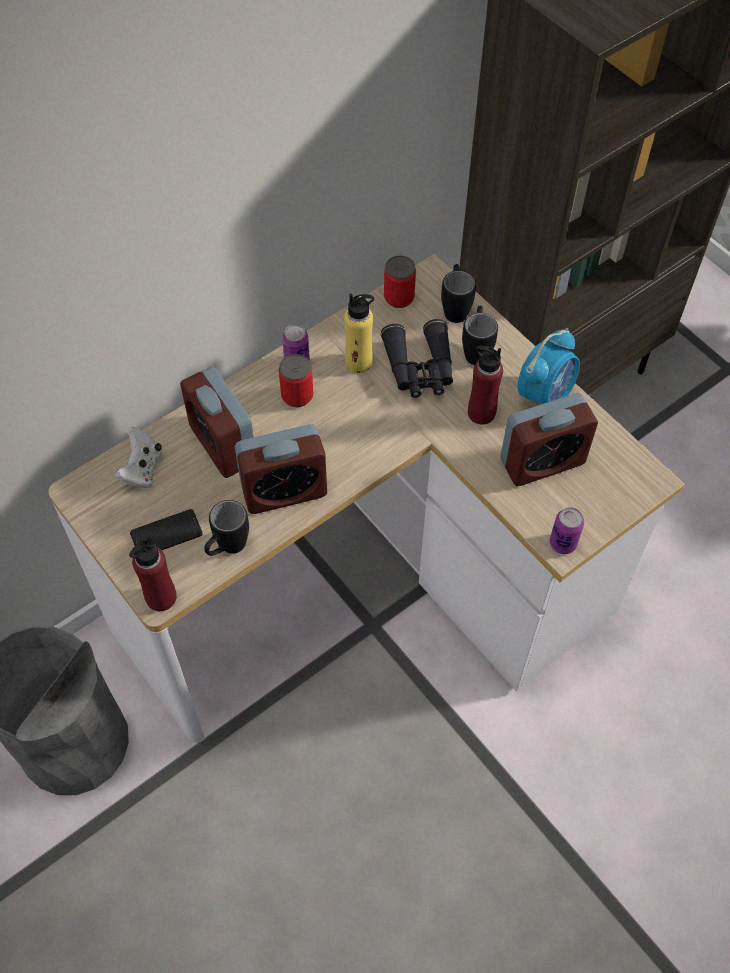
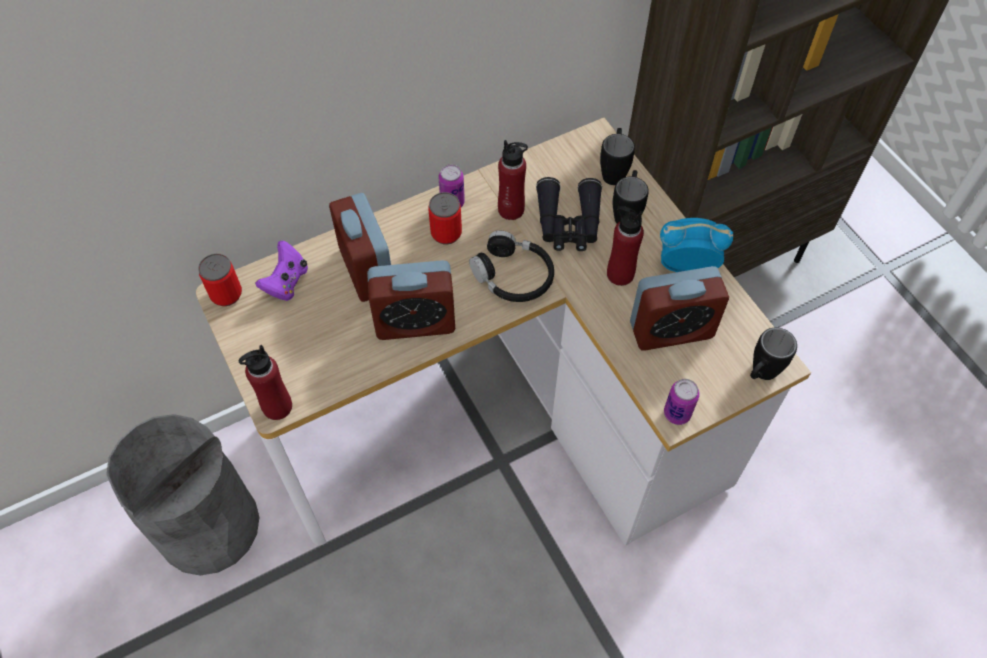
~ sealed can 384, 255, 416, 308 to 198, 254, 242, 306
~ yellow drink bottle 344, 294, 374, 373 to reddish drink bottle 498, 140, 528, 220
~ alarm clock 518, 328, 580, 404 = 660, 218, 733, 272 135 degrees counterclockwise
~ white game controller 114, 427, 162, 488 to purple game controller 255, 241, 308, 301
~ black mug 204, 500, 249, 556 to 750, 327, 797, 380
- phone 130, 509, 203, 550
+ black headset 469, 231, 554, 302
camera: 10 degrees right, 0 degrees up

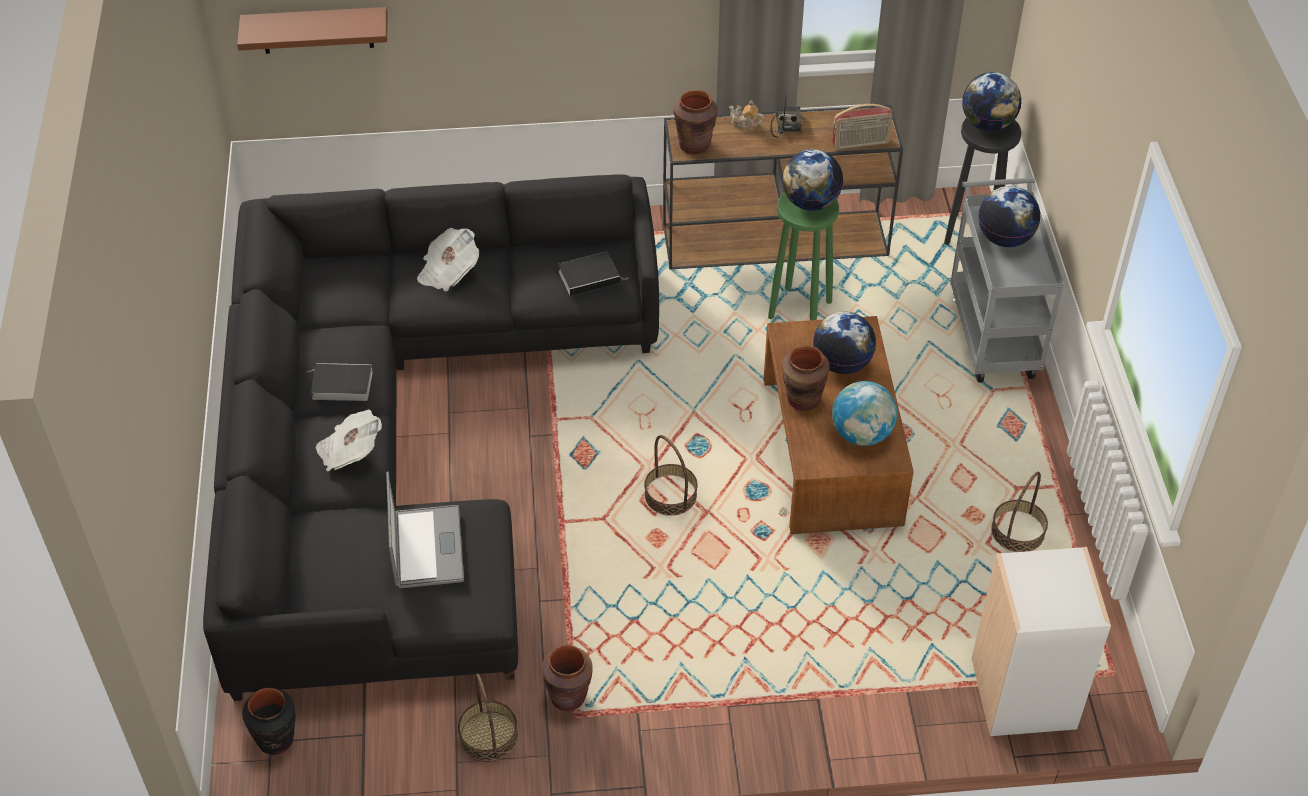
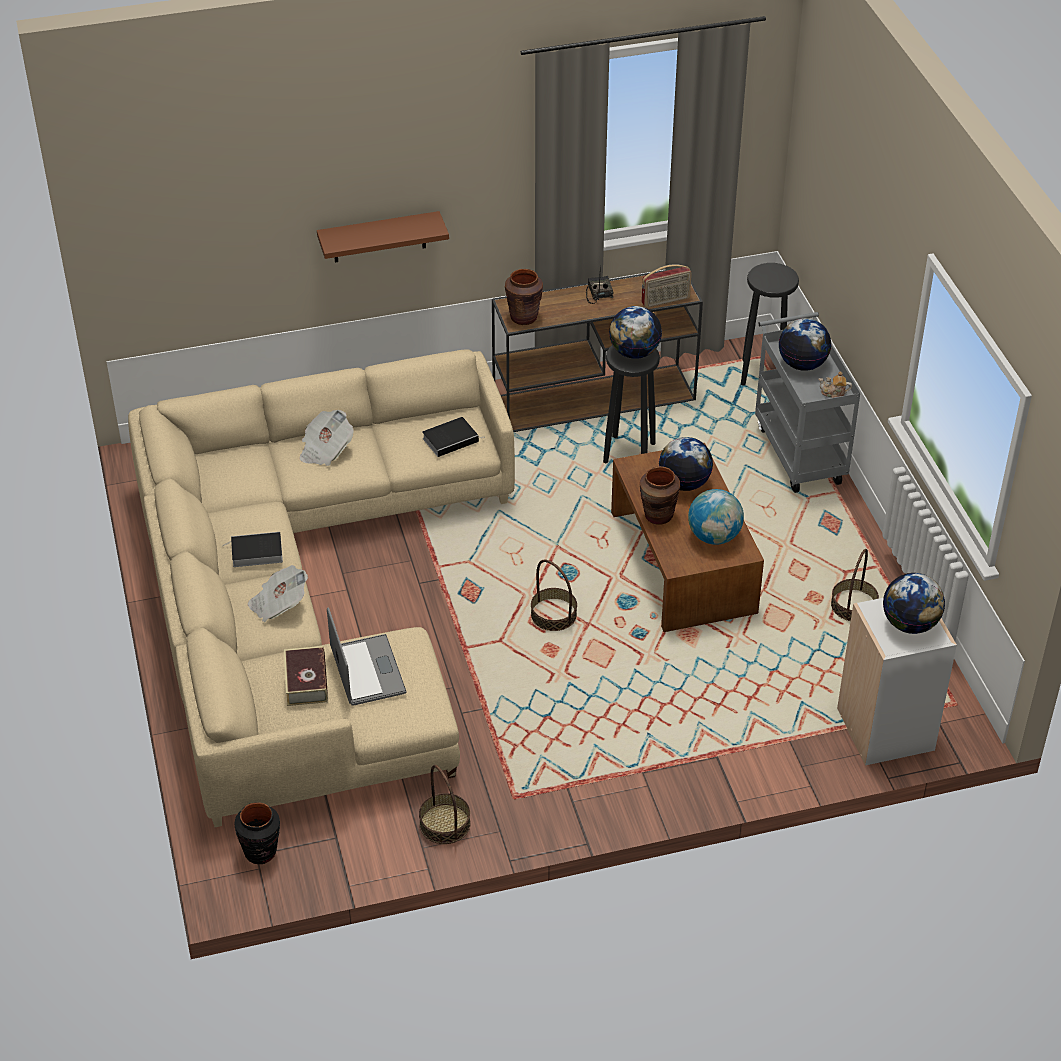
~ brownish wall shelf 237, 7, 388, 54 to 317, 211, 449, 262
~ desk globe 962, 72, 1021, 131 to 883, 573, 945, 634
~ pot for tea 729, 100, 764, 131 to 819, 371, 852, 398
~ black couch 203, 174, 659, 701 to sand-coloured couch 128, 349, 515, 827
~ greenish stool 768, 192, 839, 320 to black stool 603, 345, 660, 463
- brownish vase 542, 645, 593, 711
+ book 284, 646, 328, 706
camera: 10 degrees left, 5 degrees down

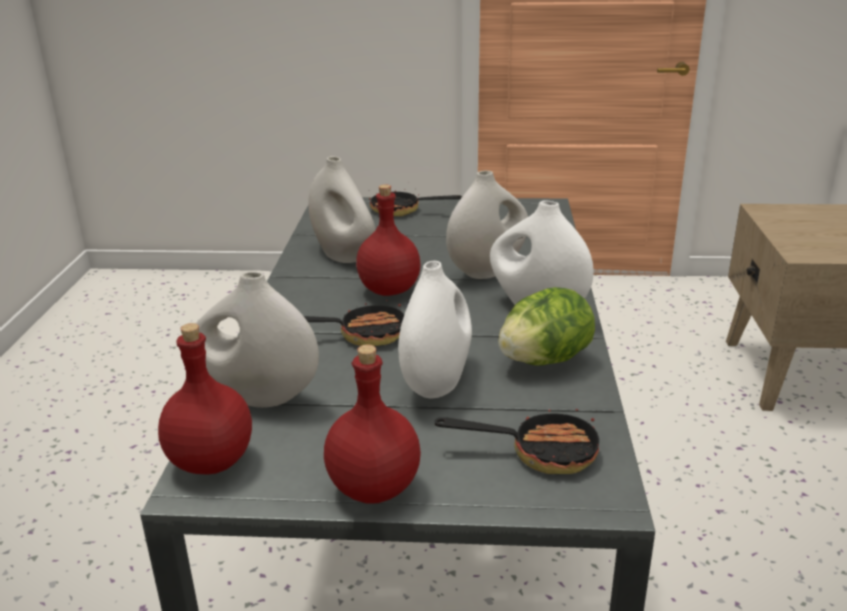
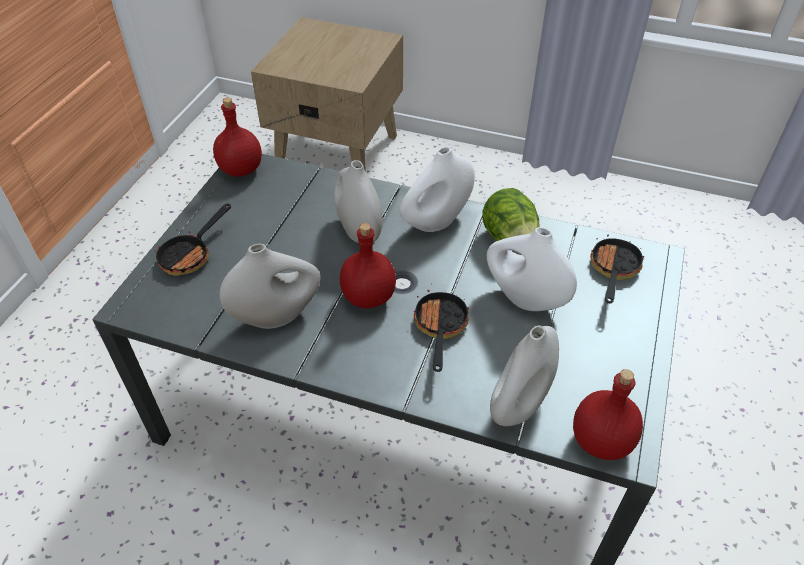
~ reddish drink bottle 324, 345, 421, 504 to 213, 98, 262, 177
camera: 75 degrees left, 20 degrees up

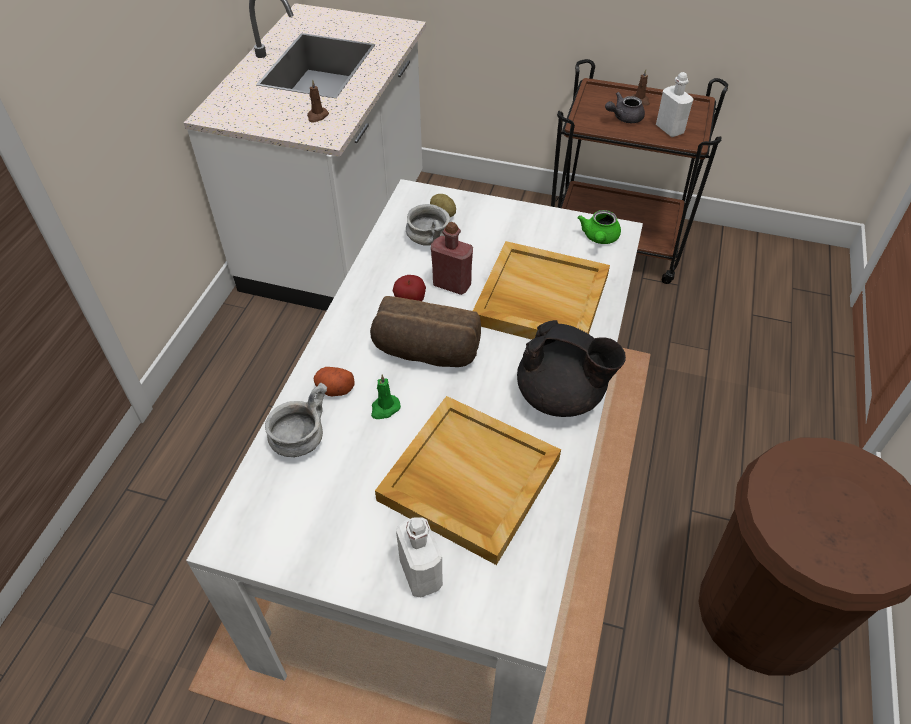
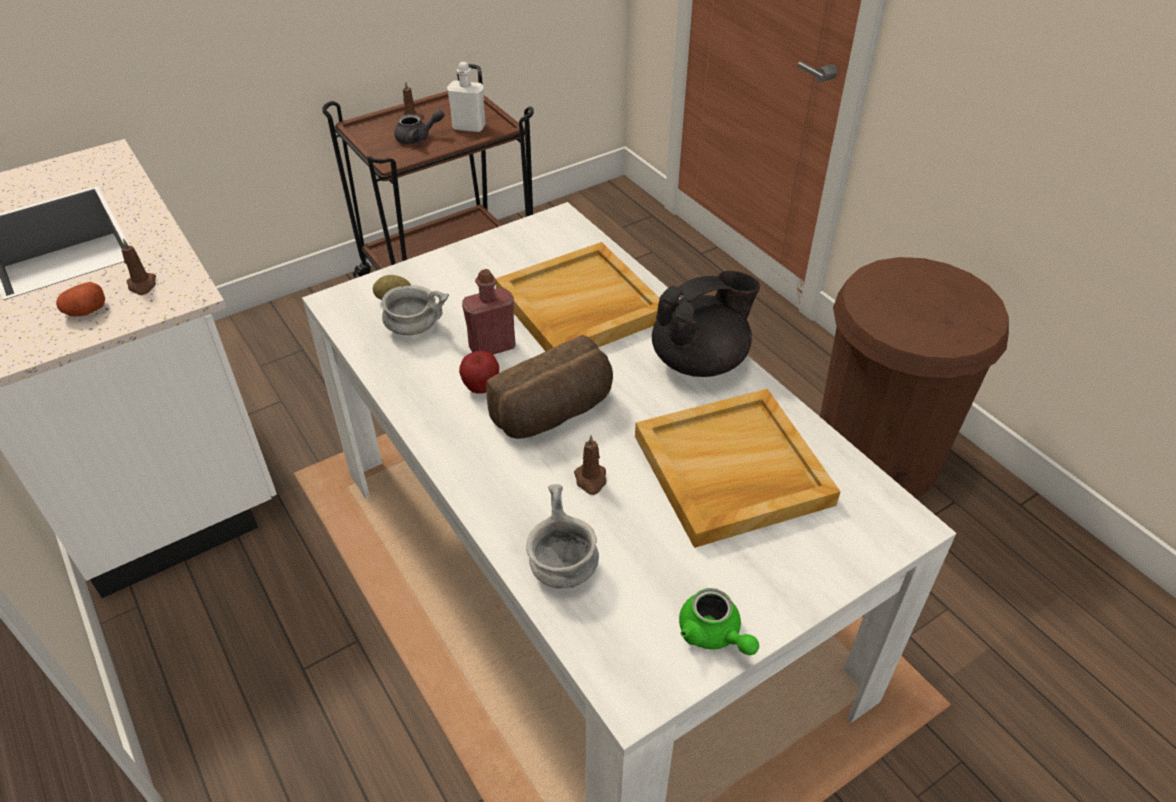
~ gray pot for tea 605, 92, 645, 123 = 394, 109, 445, 144 120 degrees counterclockwise
~ greenish pot for tea 577, 210, 621, 244 to 679, 588, 759, 655
~ potato 314, 367, 355, 396 to 56, 282, 105, 317
~ greenish candle 371, 375, 401, 419 to brownish candle 574, 435, 607, 495
- white drink bottle 396, 517, 443, 597
camera: 50 degrees left, 5 degrees down

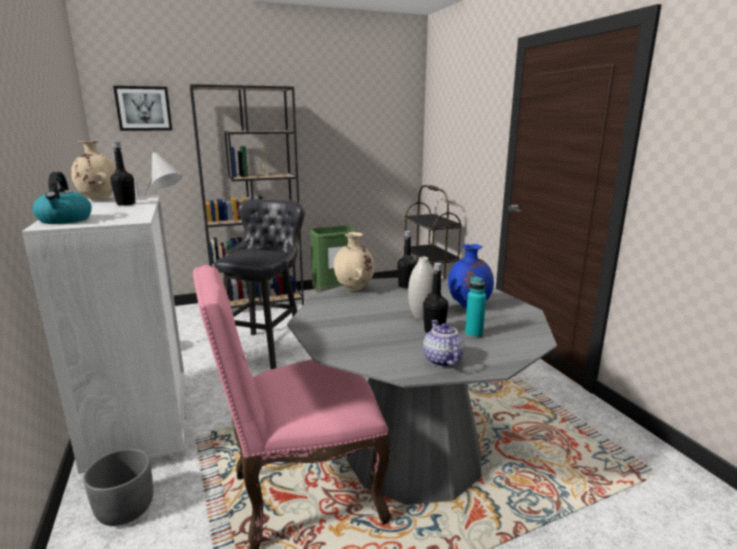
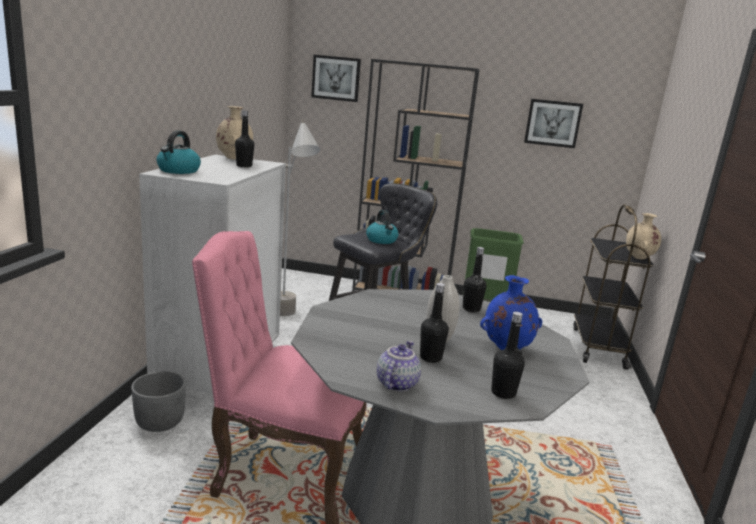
~ sand-coloured vase 334, 232, 374, 291 to 626, 213, 661, 259
- turquoise-coloured drink bottle 465, 276, 486, 338
+ wall art 524, 99, 583, 148
+ kettle 366, 210, 399, 244
+ black drink bottle 491, 312, 525, 399
camera: 30 degrees right, 0 degrees up

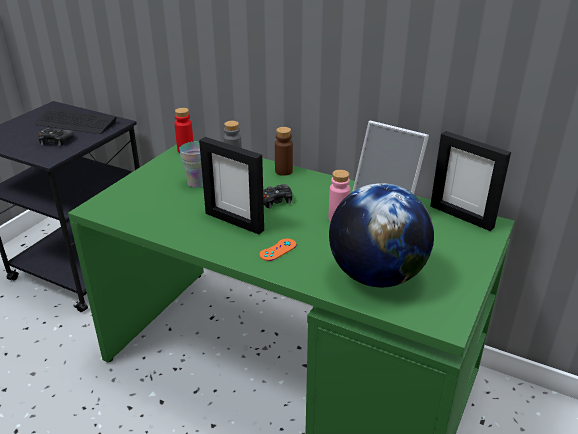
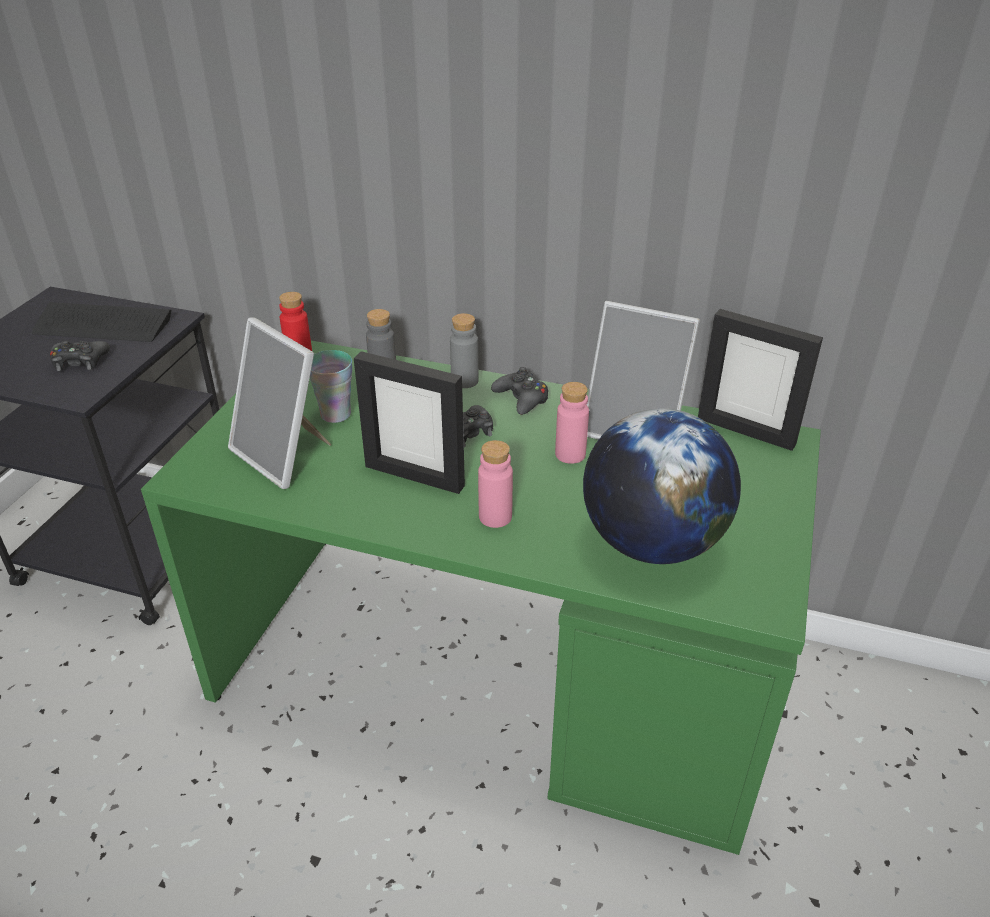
~ brownish drink bottle 275, 127, 293, 176 to gray drink bottle 450, 313, 479, 388
~ orange game controller 259, 239, 296, 261 to pink-coloured drink bottle 478, 440, 513, 528
+ picture frame 228, 317, 331, 489
+ black game controller 491, 367, 548, 415
camera: 10 degrees left, 5 degrees up

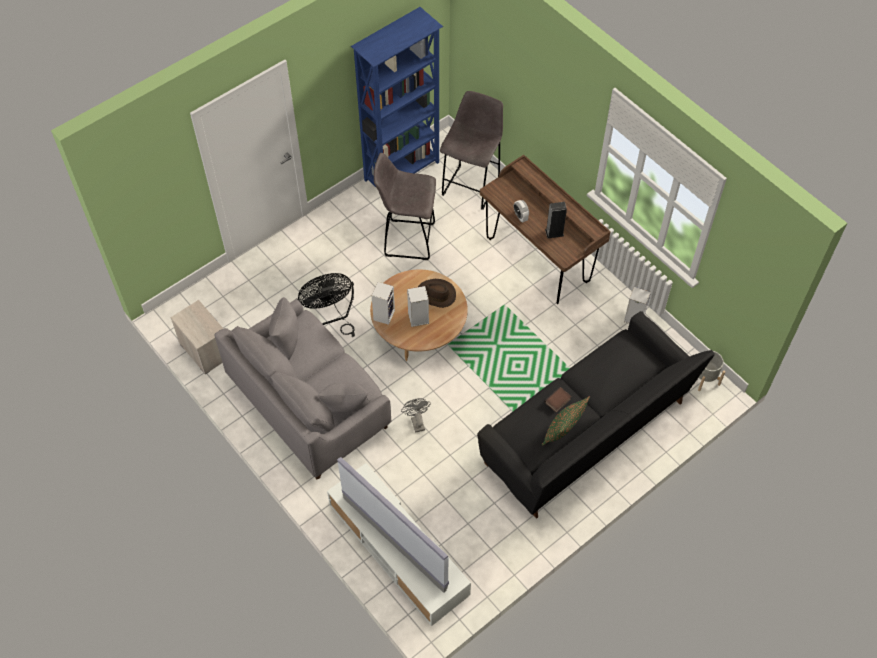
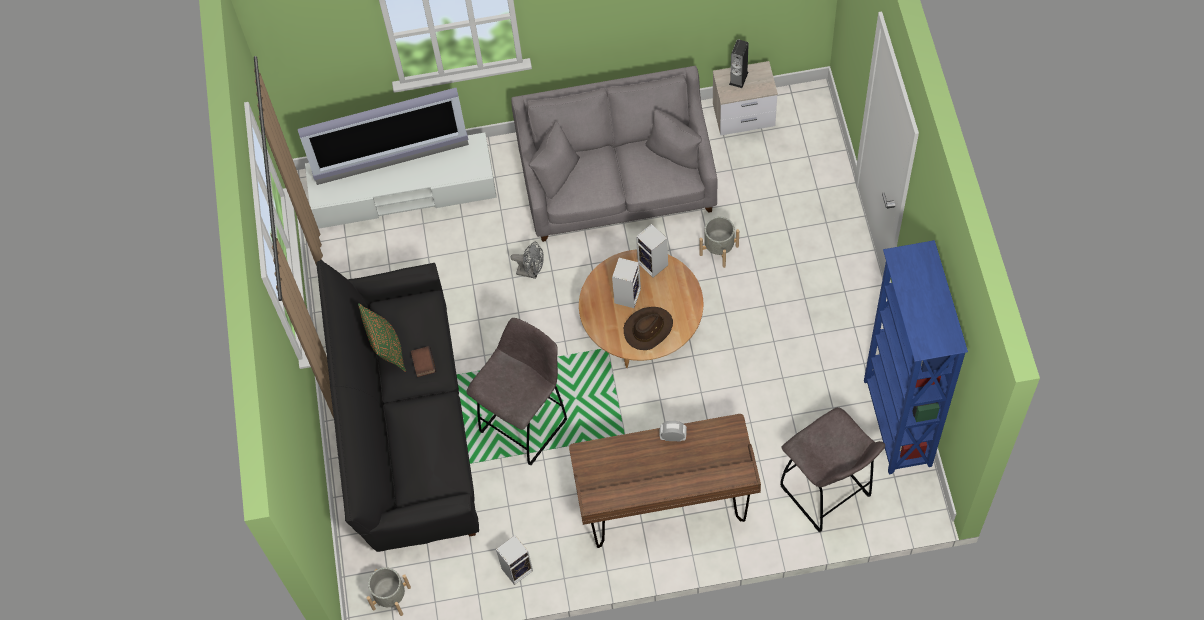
~ gray stool 374, 153, 436, 260 to 467, 318, 567, 465
~ loudspeaker 545, 202, 567, 238 to 729, 39, 749, 88
~ black electric fan 296, 273, 355, 337 to gray flower pot 700, 216, 739, 268
camera: 125 degrees right, 5 degrees up

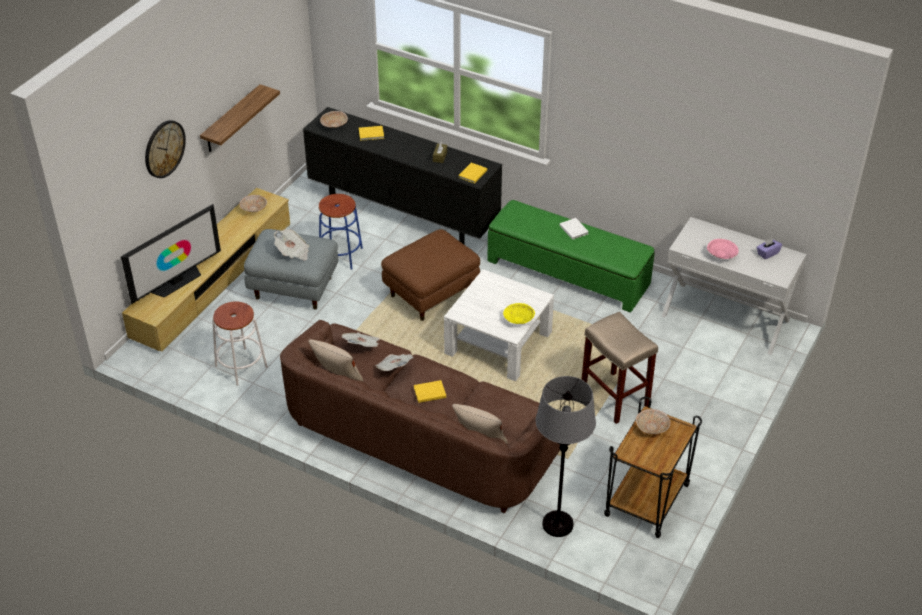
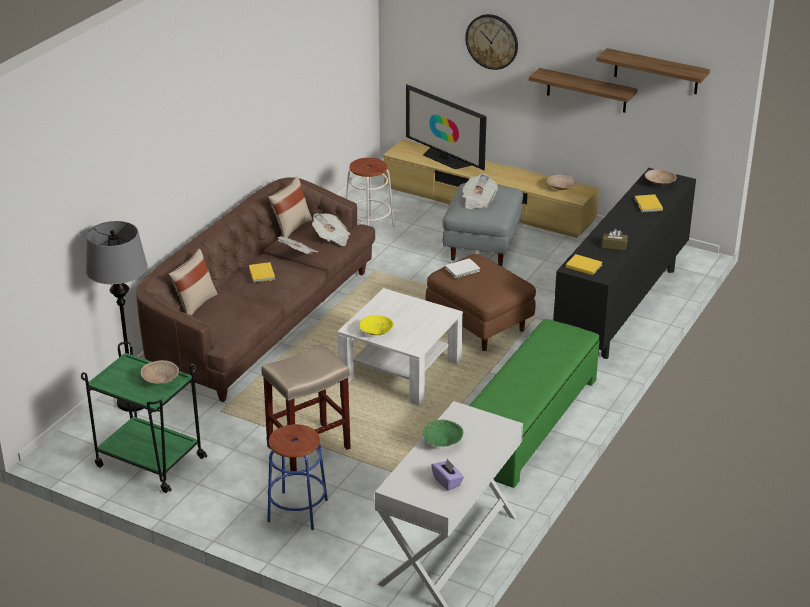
~ blue stool 319, 194, 363, 270 to 267, 424, 328, 530
~ white book 560, 218, 589, 240 to 445, 258, 480, 278
~ pink-coloured deep dish 707, 239, 739, 259 to greenish deep dish 422, 420, 463, 447
~ brownish cart 604, 397, 702, 538 to greenish cart 81, 342, 207, 493
+ wall shelf 596, 48, 710, 94
camera: 90 degrees right, 10 degrees down

